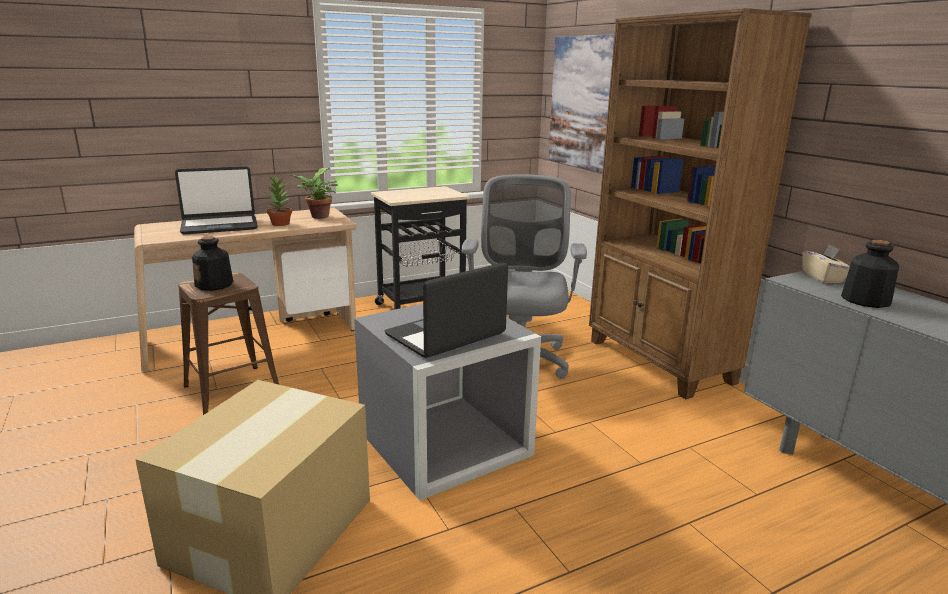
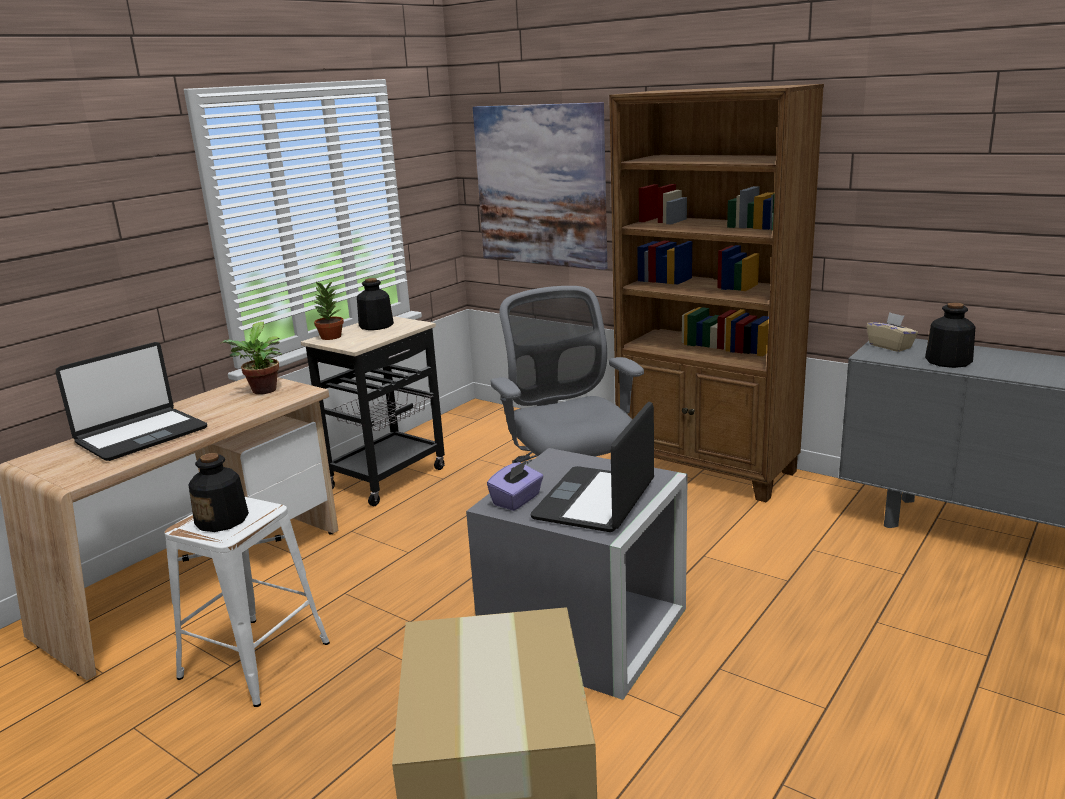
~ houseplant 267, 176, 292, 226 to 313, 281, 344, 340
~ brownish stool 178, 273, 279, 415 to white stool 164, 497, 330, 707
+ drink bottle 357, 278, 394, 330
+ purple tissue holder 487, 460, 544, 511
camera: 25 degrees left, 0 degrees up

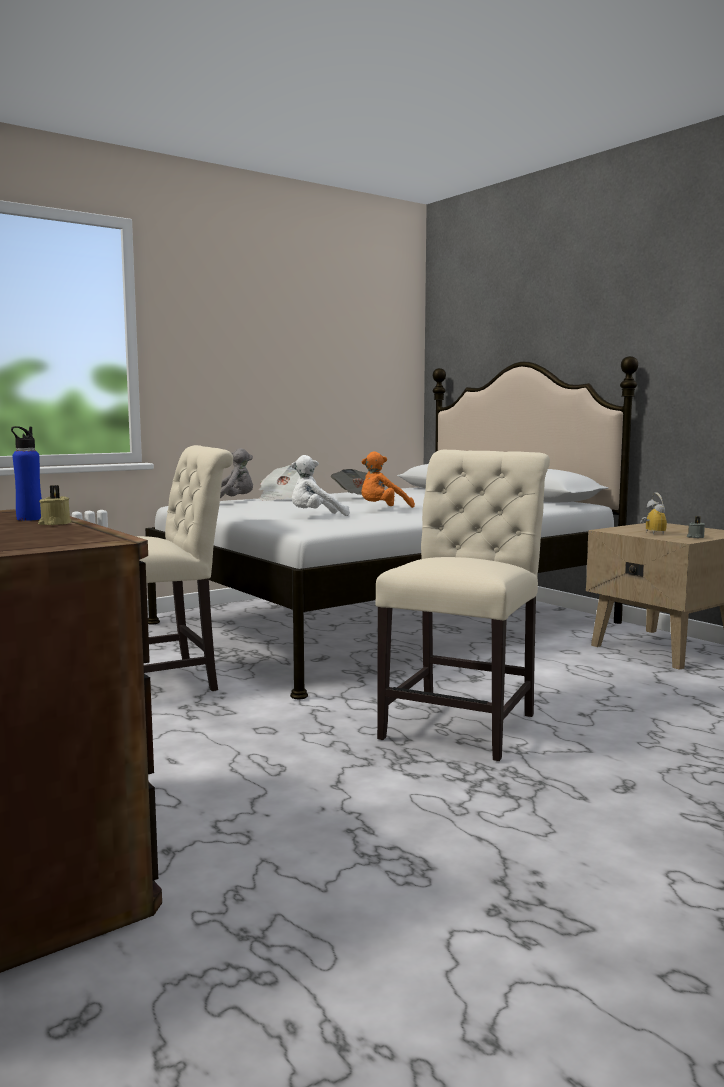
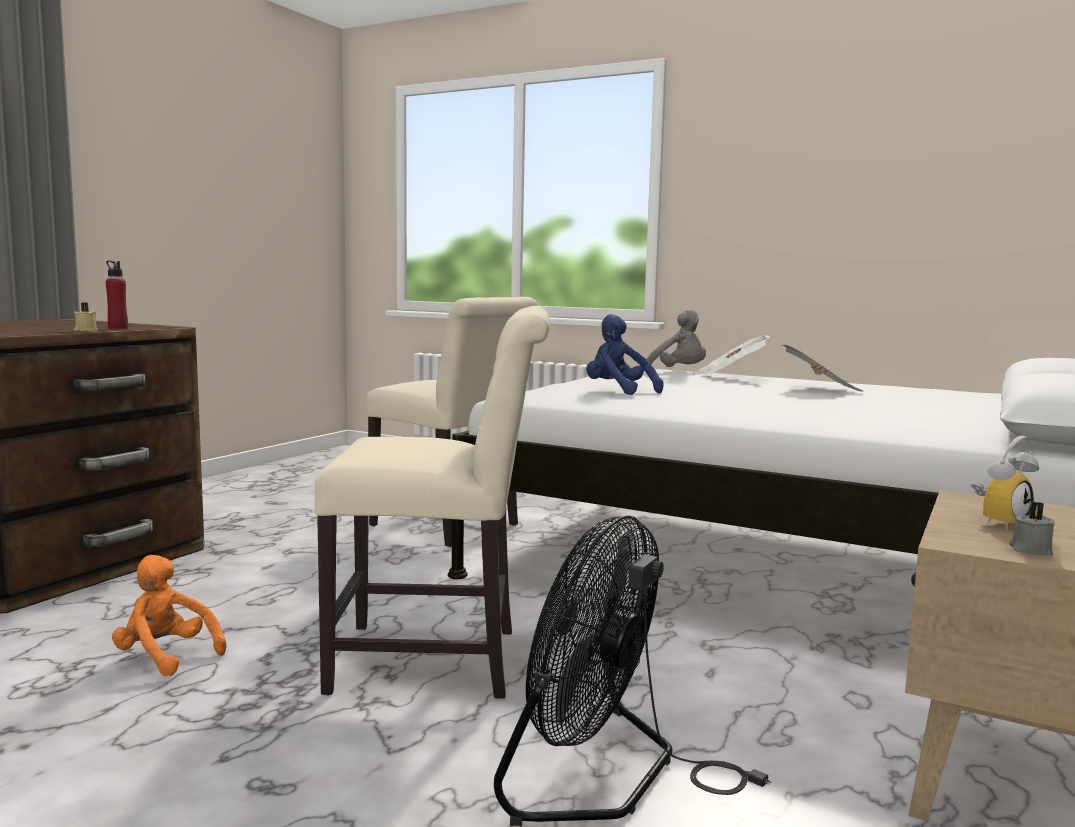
~ blue drink bottle 11, 426, 42, 521 to reddish drink bottle 106, 261, 128, 329
~ orange soft toy 361, 451, 415, 508 to 112, 555, 226, 676
~ white soft toy 291, 455, 350, 516 to blue soft toy 587, 314, 664, 395
+ black electric fan 494, 515, 771, 827
camera: 65 degrees right, 0 degrees up

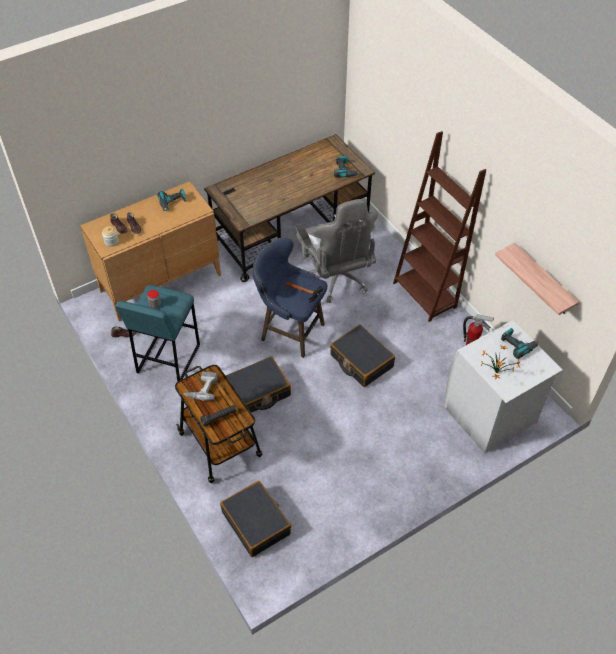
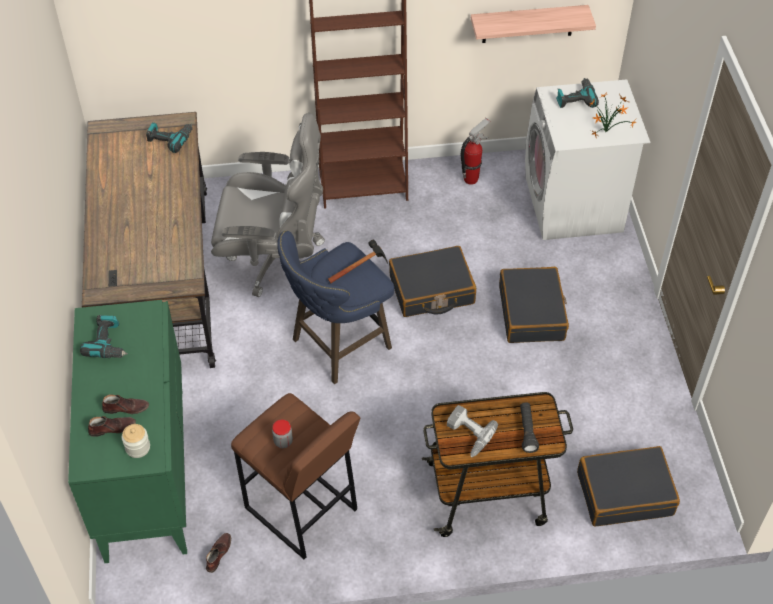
~ brownish cupboard 80, 181, 221, 321 to greenish cupboard 68, 300, 187, 563
~ turquoise-coloured stool 115, 285, 200, 382 to brownish stool 231, 393, 361, 559
~ black travel case 225, 356, 291, 413 to 499, 267, 569, 343
camera: 65 degrees left, 0 degrees up

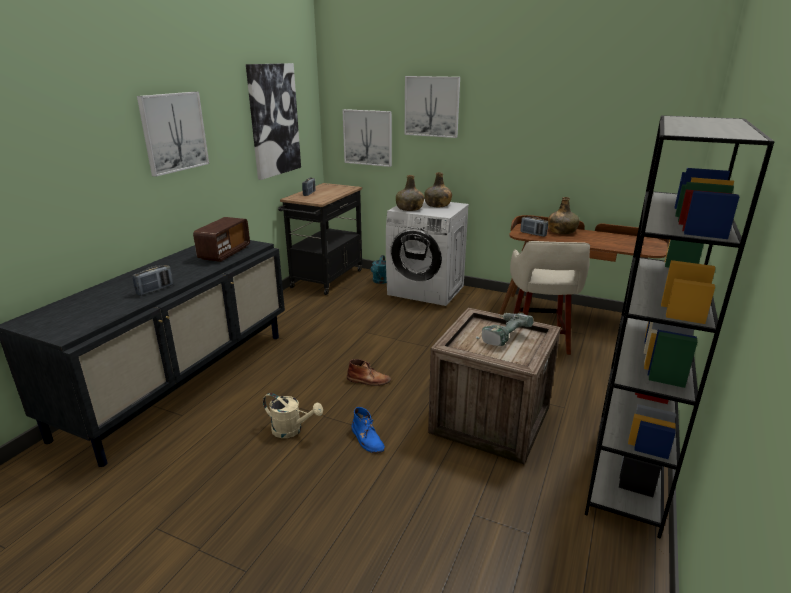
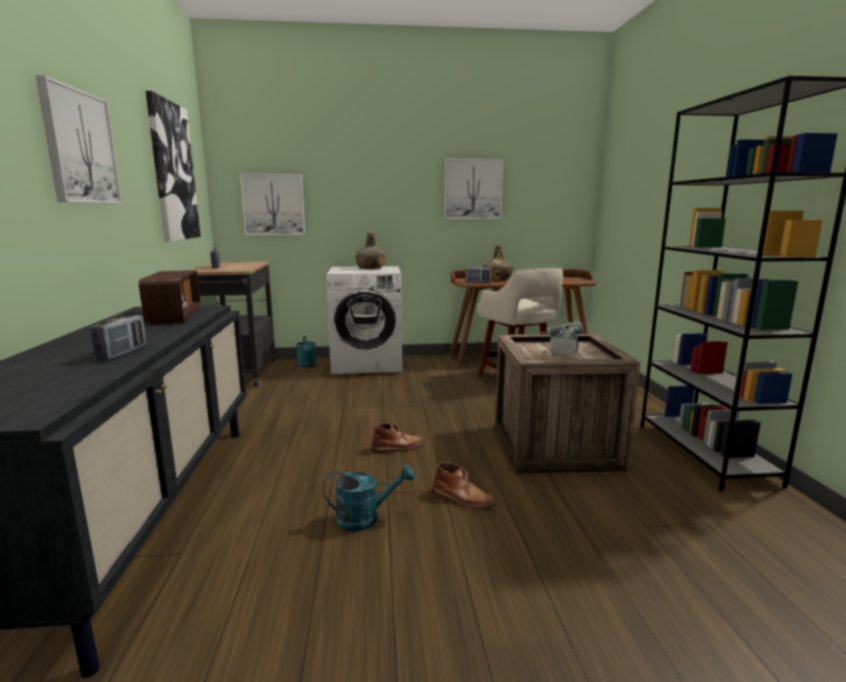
~ wall art 405, 76, 460, 138 to 444, 159, 503, 219
- greenish drink bottle 396, 175, 424, 211
~ sand-coloured watering can 263, 393, 323, 438 to turquoise-coloured watering can 323, 464, 415, 532
~ blue tall boot 352, 407, 385, 453 to brownish tall boot 432, 462, 496, 509
camera: 30 degrees left, 10 degrees down

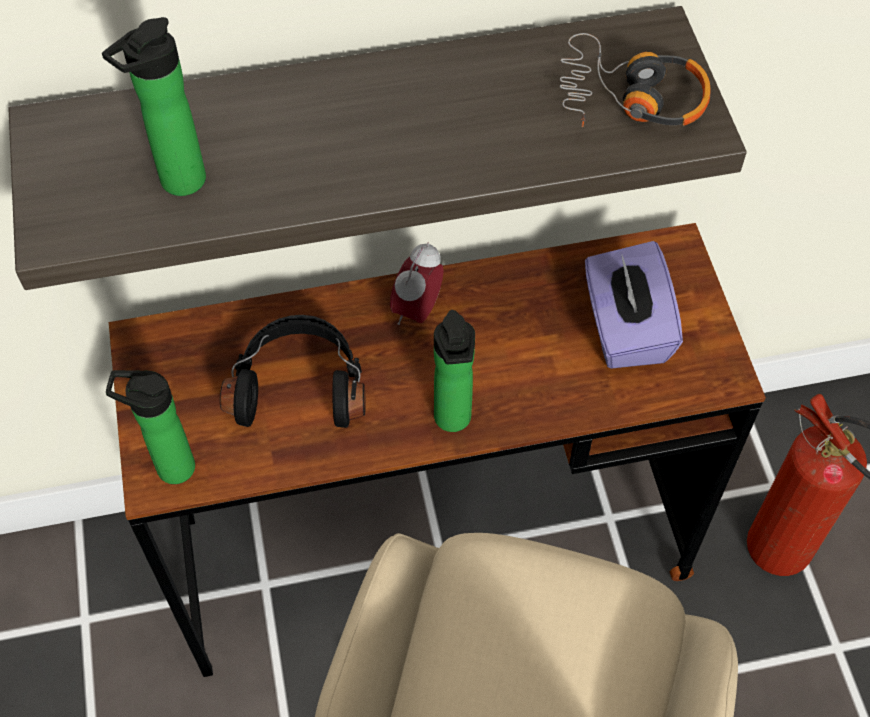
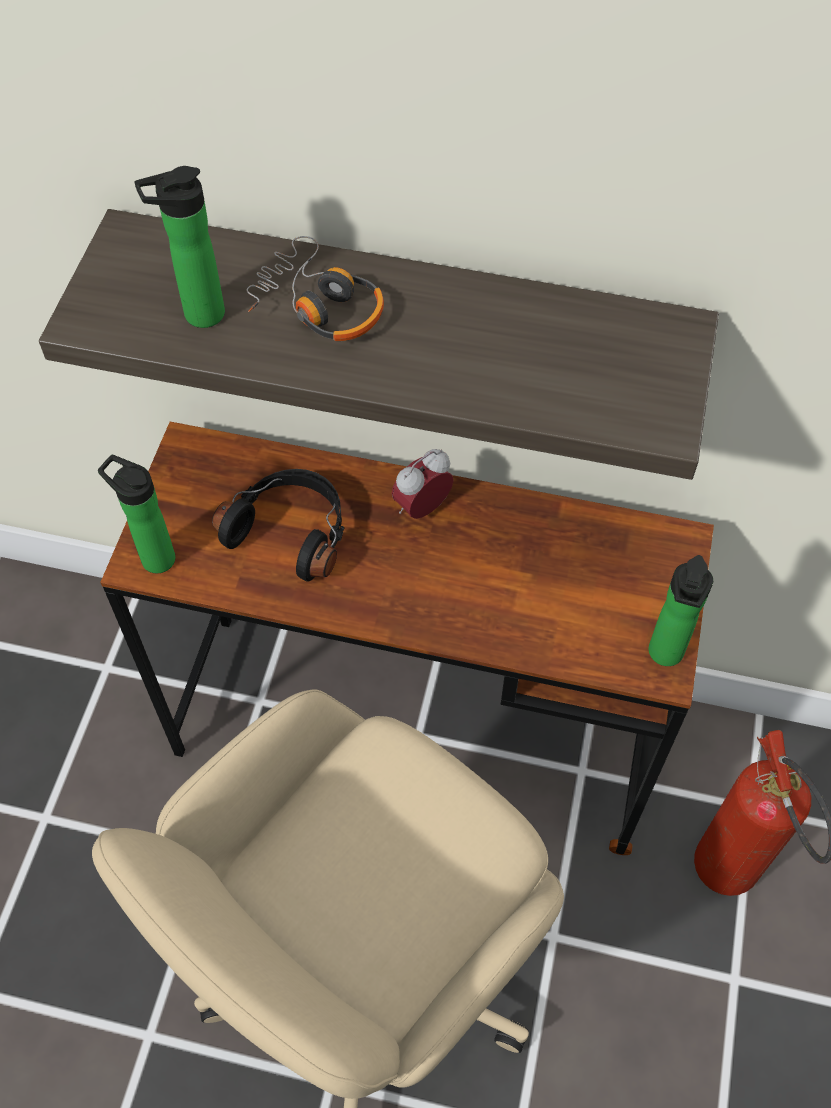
~ headset 560, 33, 710, 127 to 246, 236, 384, 341
- purple tissue holder 585, 241, 683, 369
~ drink bottle 434, 310, 475, 432 to 649, 555, 713, 666
camera: 25 degrees right, 0 degrees up

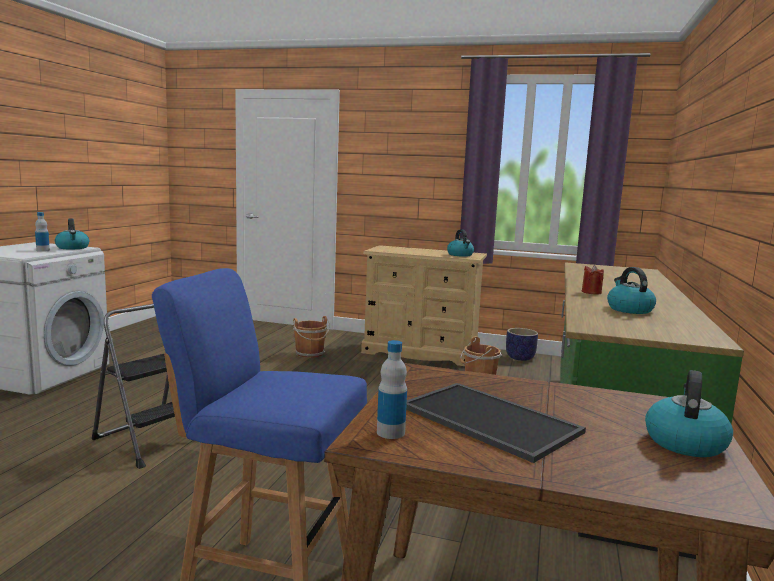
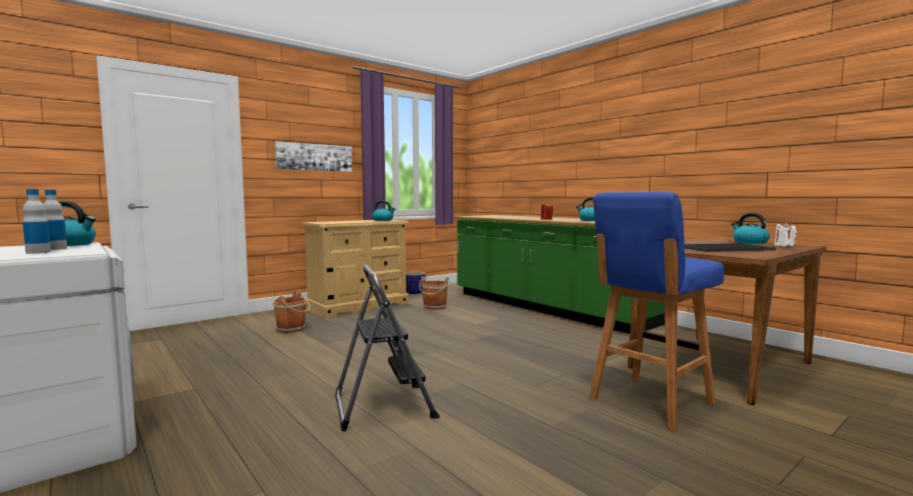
~ drink bottle 377, 340, 407, 439 to 23, 189, 51, 254
+ wall art 275, 141, 352, 172
+ white candle 775, 223, 796, 247
camera: 55 degrees left, 5 degrees down

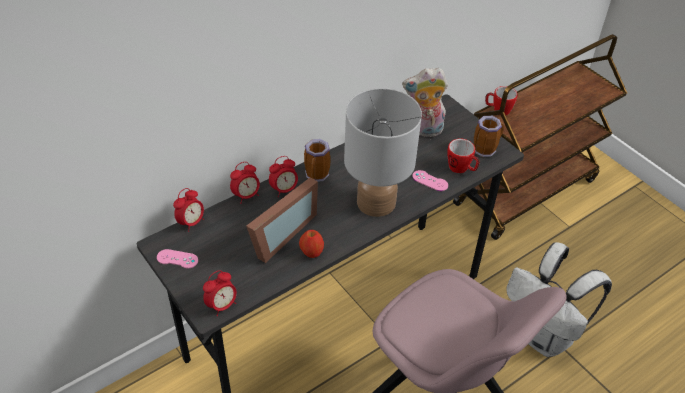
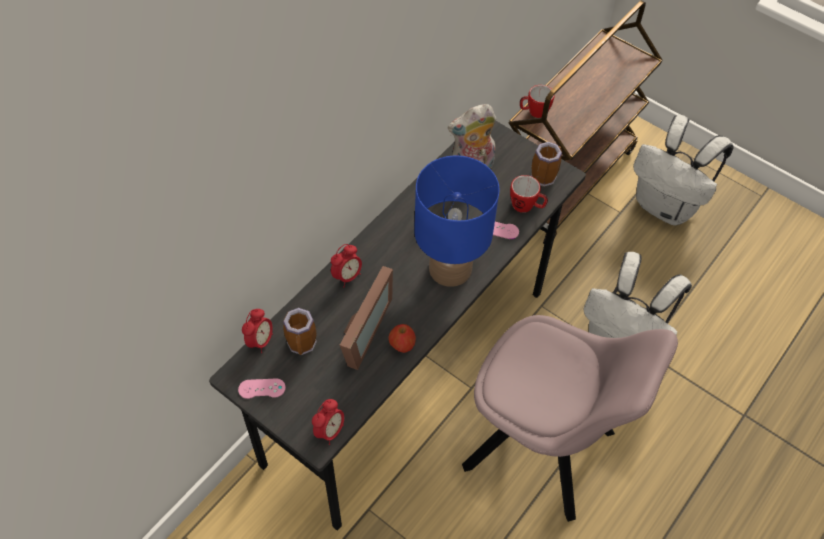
~ gray tabletop lamp 344, 88, 422, 217 to blue tabletop lamp 414, 156, 499, 287
~ mug 304, 139, 330, 182 to 283, 308, 317, 355
- alarm clock 230, 162, 260, 204
+ white rucksack 633, 115, 734, 226
camera: 15 degrees left, 10 degrees up

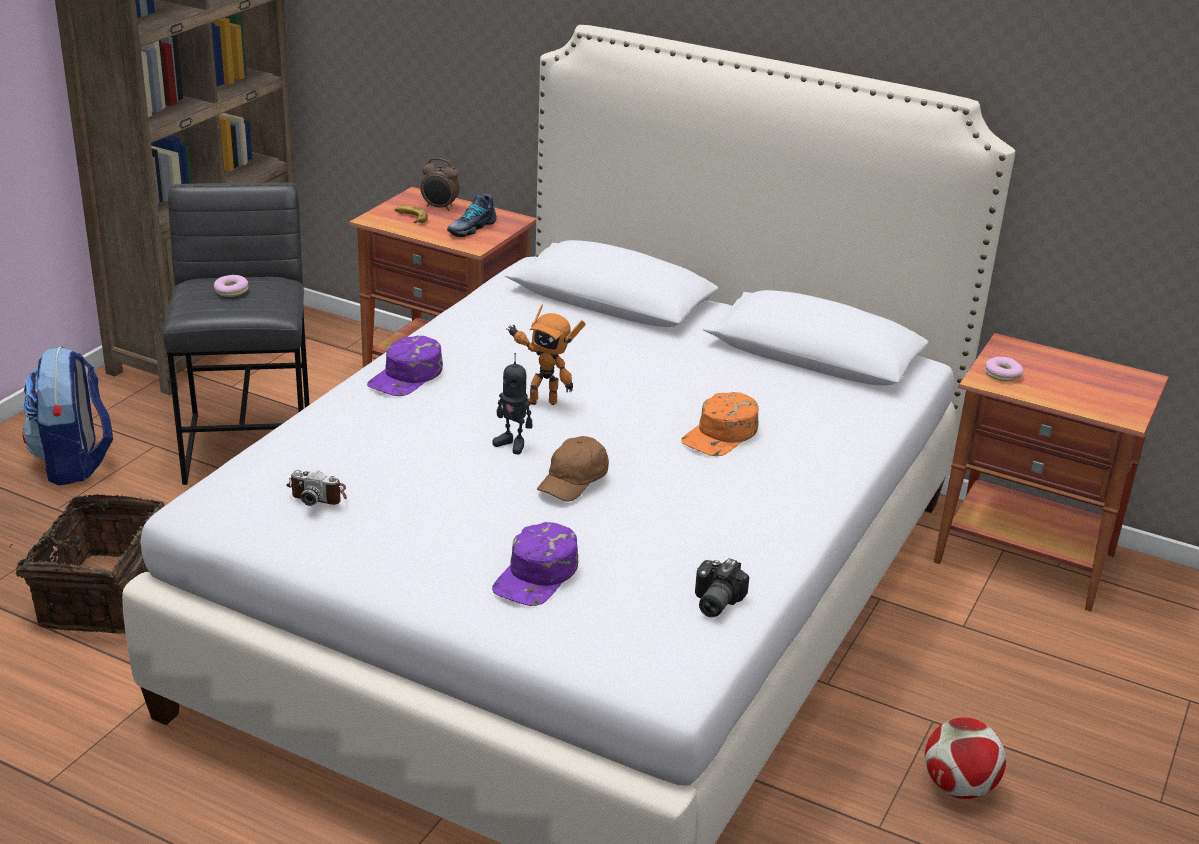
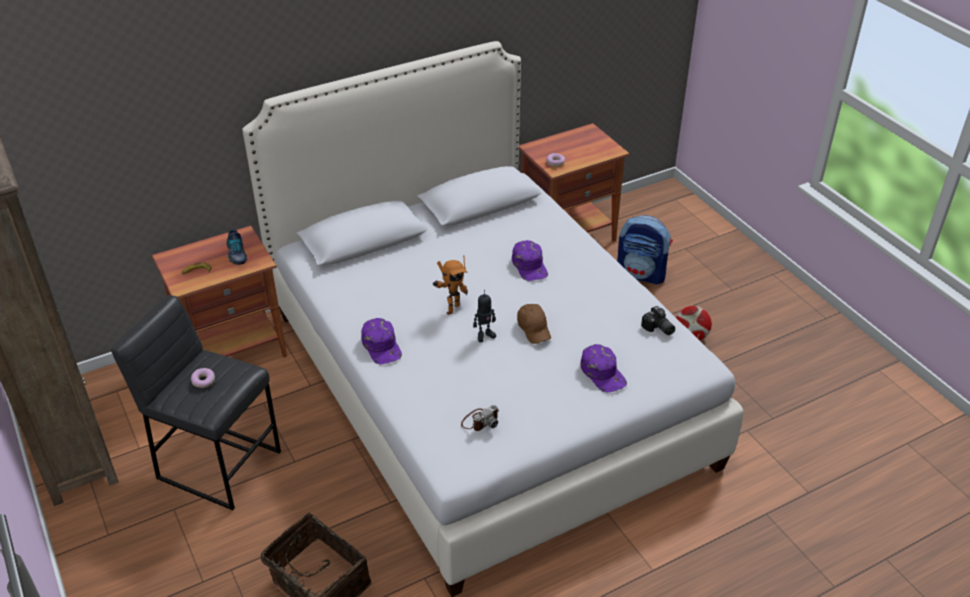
- alarm clock 420, 158, 460, 211
~ rucksack 22, 346, 113, 485 to 617, 215, 673, 285
~ orange baseball cap 681, 392, 759, 456 to purple baseball cap 512, 240, 548, 281
camera: 55 degrees left, 10 degrees up

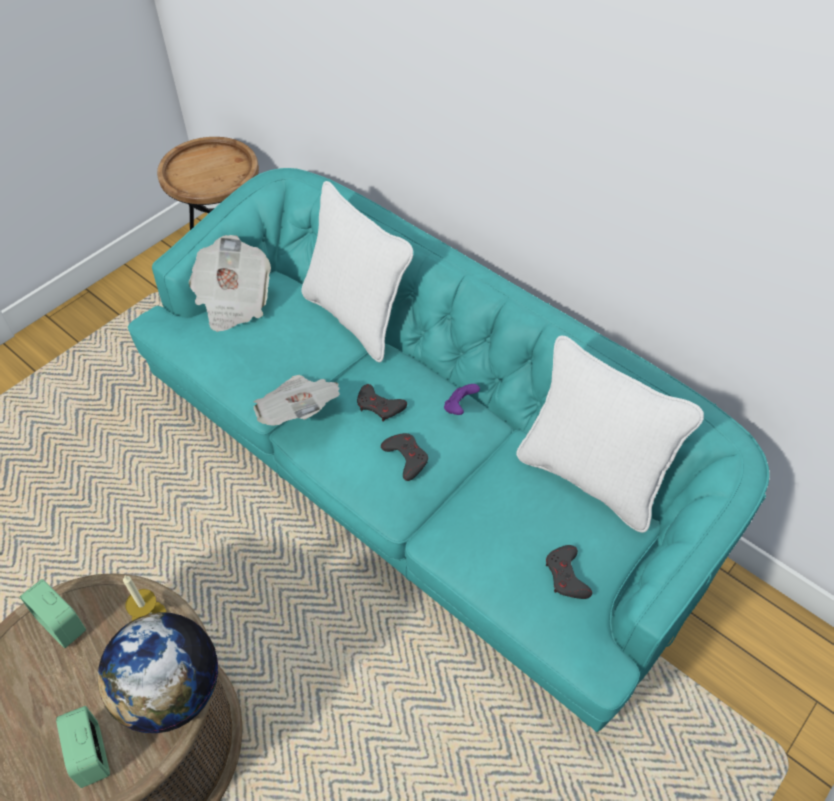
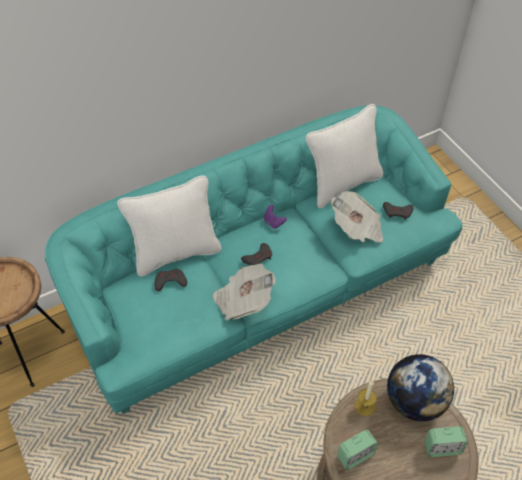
~ daily paper 189, 235, 271, 332 to 331, 191, 383, 243
~ gray game controller 381, 433, 428, 481 to 155, 269, 187, 291
camera: 70 degrees left, 0 degrees up

